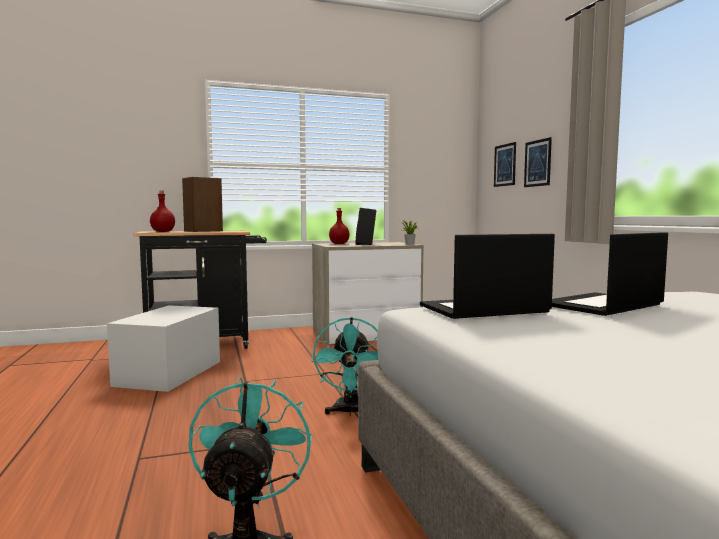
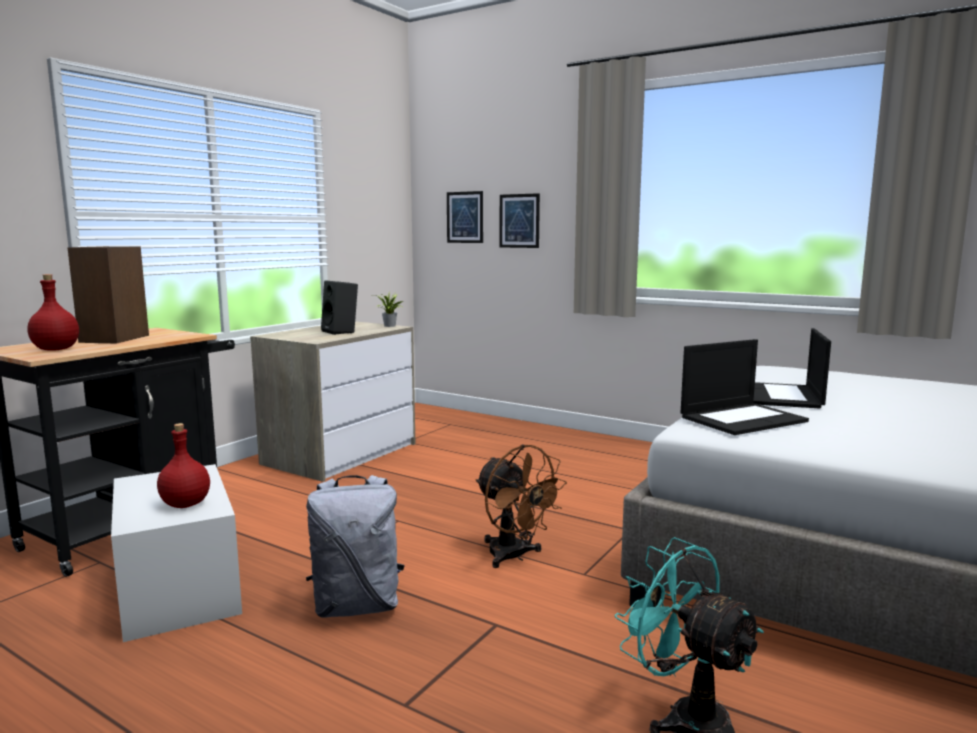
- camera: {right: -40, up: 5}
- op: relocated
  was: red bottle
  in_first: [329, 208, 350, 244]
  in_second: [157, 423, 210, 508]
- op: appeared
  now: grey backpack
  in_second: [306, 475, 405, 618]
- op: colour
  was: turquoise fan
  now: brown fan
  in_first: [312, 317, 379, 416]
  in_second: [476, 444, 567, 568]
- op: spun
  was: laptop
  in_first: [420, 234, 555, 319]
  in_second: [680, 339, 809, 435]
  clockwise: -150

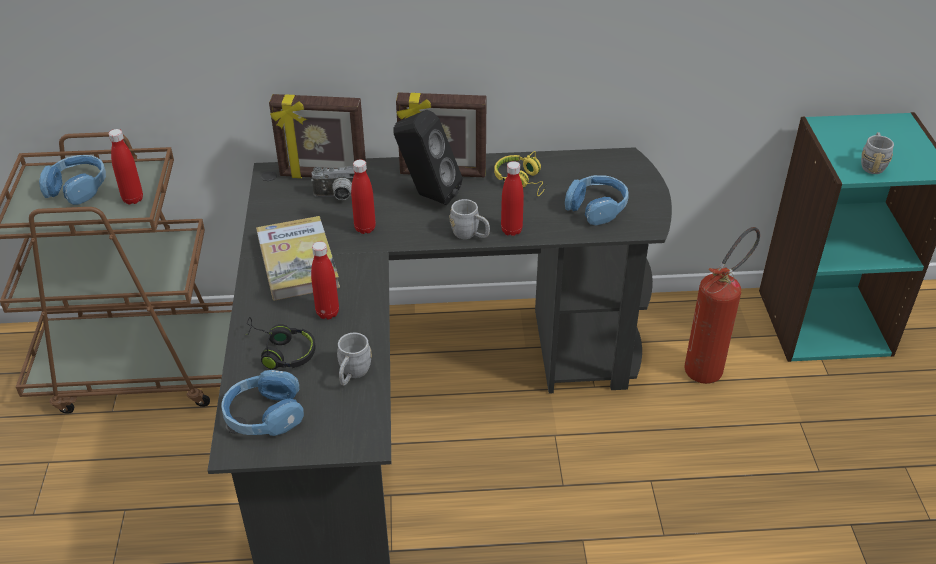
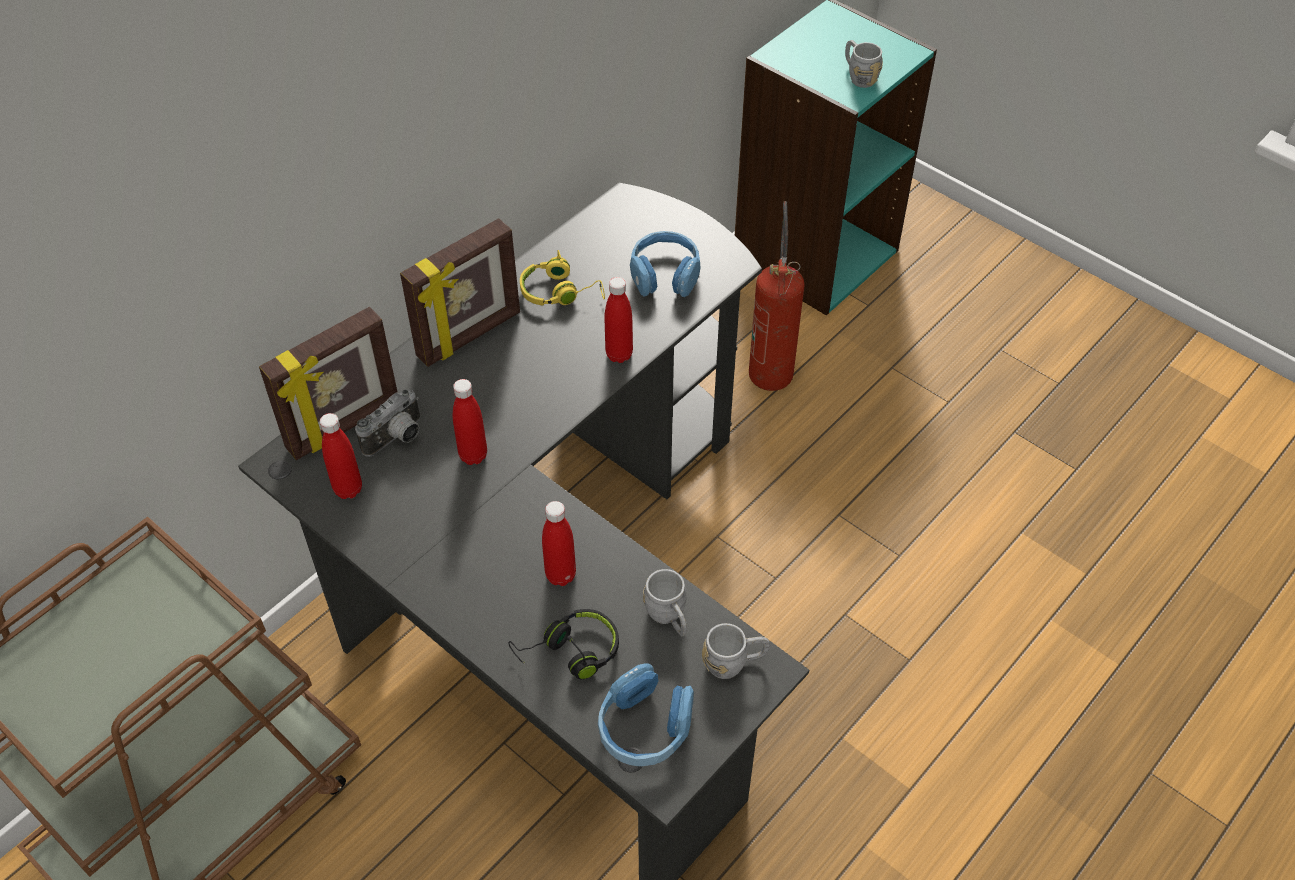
- camera: {right: -45, up: 10}
- op: relocated
  was: red bottle
  in_first: [109, 129, 143, 204]
  in_second: [320, 413, 362, 499]
- op: relocated
  was: grey mug
  in_first: [450, 199, 490, 239]
  in_second: [702, 623, 770, 679]
- op: missing
  was: blue headphones
  in_first: [39, 155, 106, 205]
- op: missing
  was: book
  in_first: [256, 216, 340, 301]
- op: missing
  was: black speaker
  in_first: [393, 110, 462, 205]

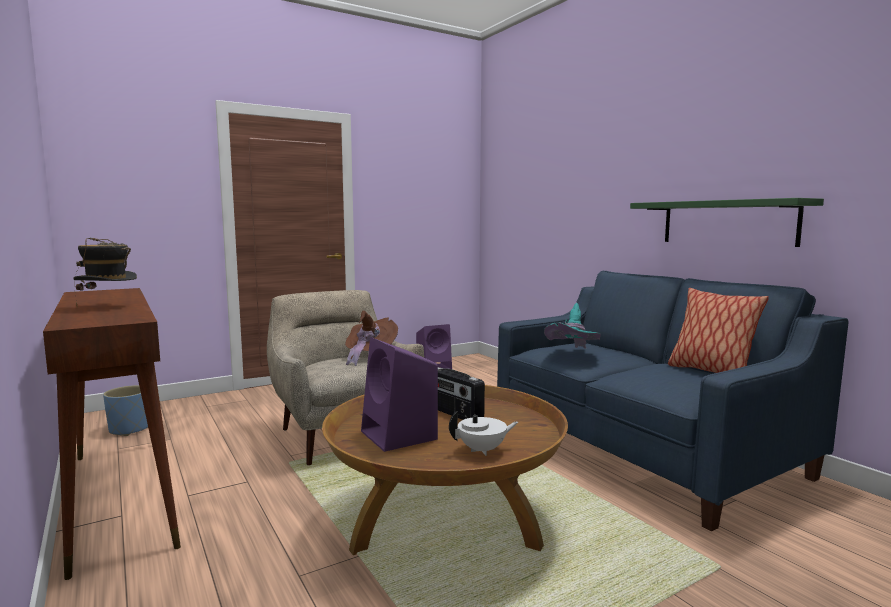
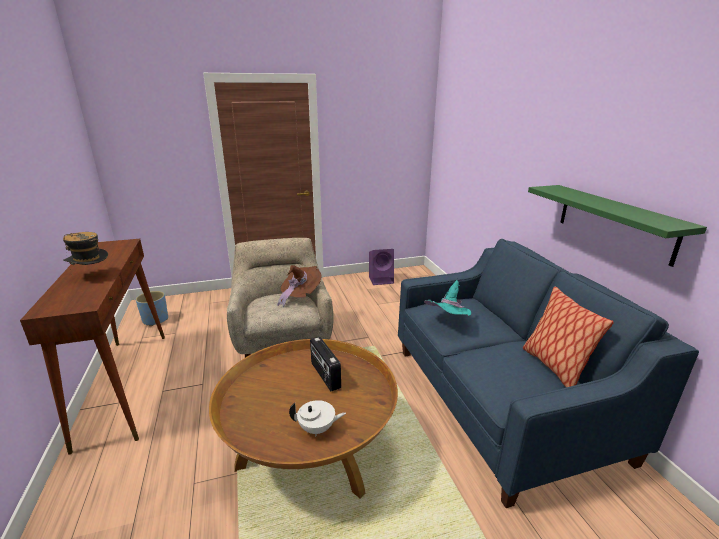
- camera: {right: 15, up: 15}
- op: missing
  was: purple speaker
  in_first: [361, 337, 438, 452]

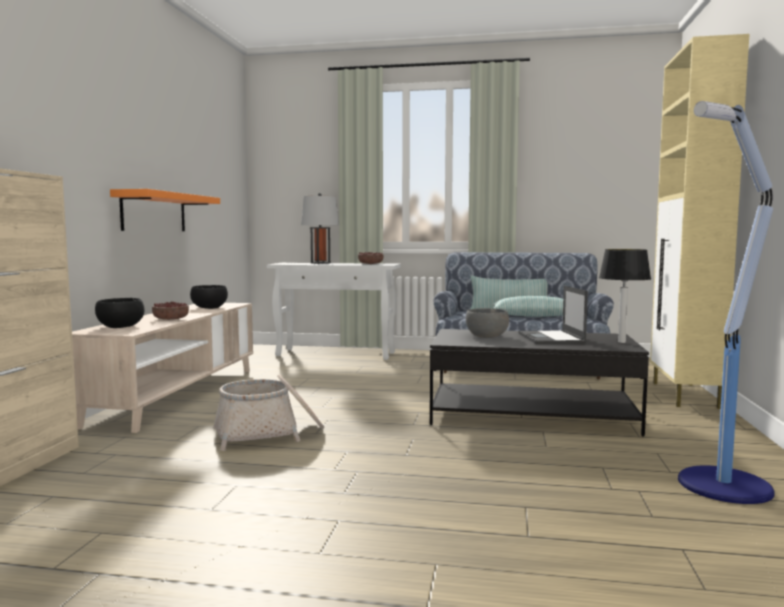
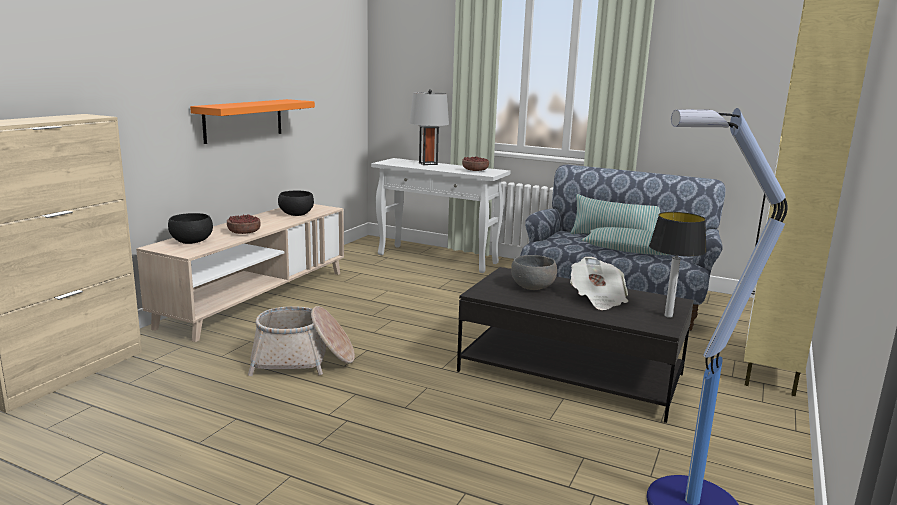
- camera: {right: 15, up: 10}
- op: exchanged
  was: laptop
  now: newspaper
  in_first: [518, 285, 588, 344]
  in_second: [571, 257, 628, 310]

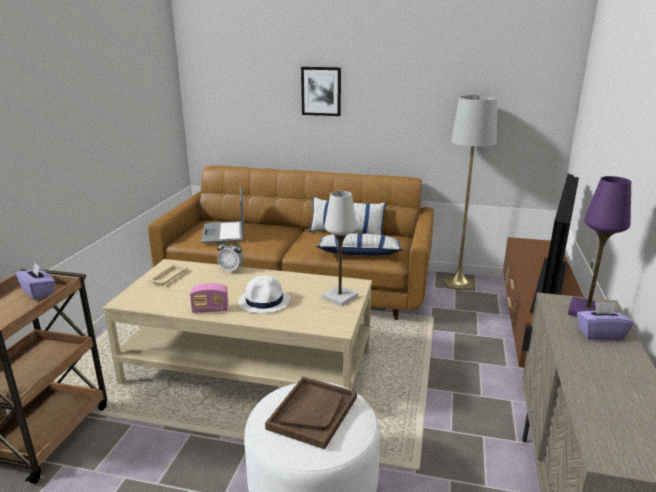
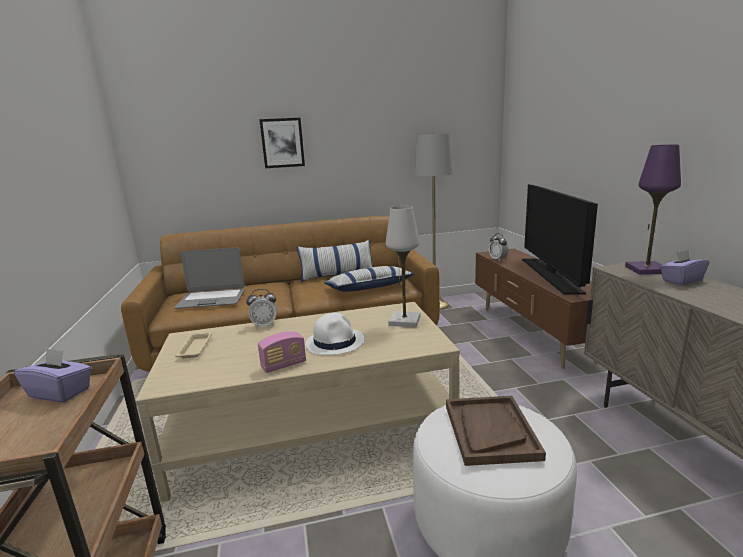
- camera: {right: -25, up: -5}
- op: spun
  was: laptop
  in_first: [201, 185, 244, 244]
  in_second: [174, 248, 245, 309]
  clockwise: -60
- op: appeared
  now: alarm clock
  in_second: [489, 233, 508, 261]

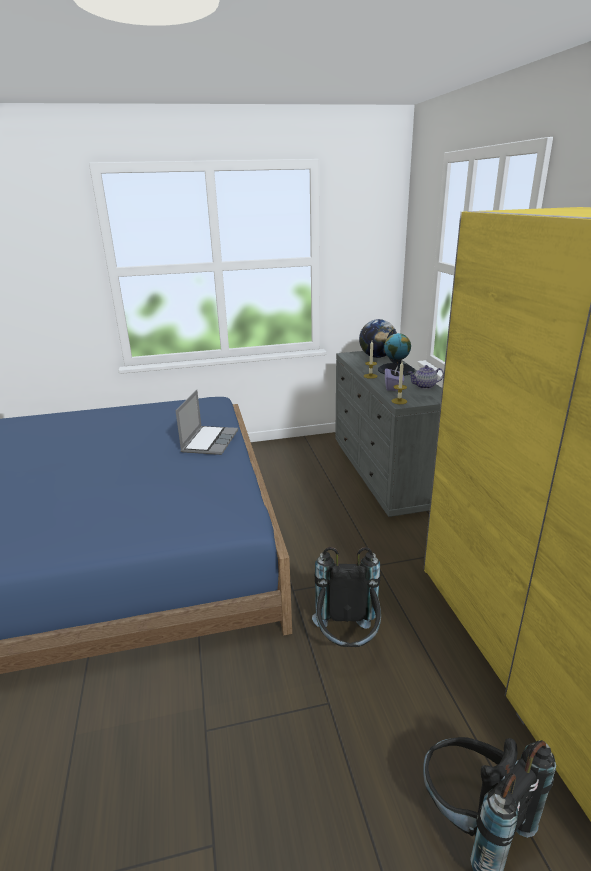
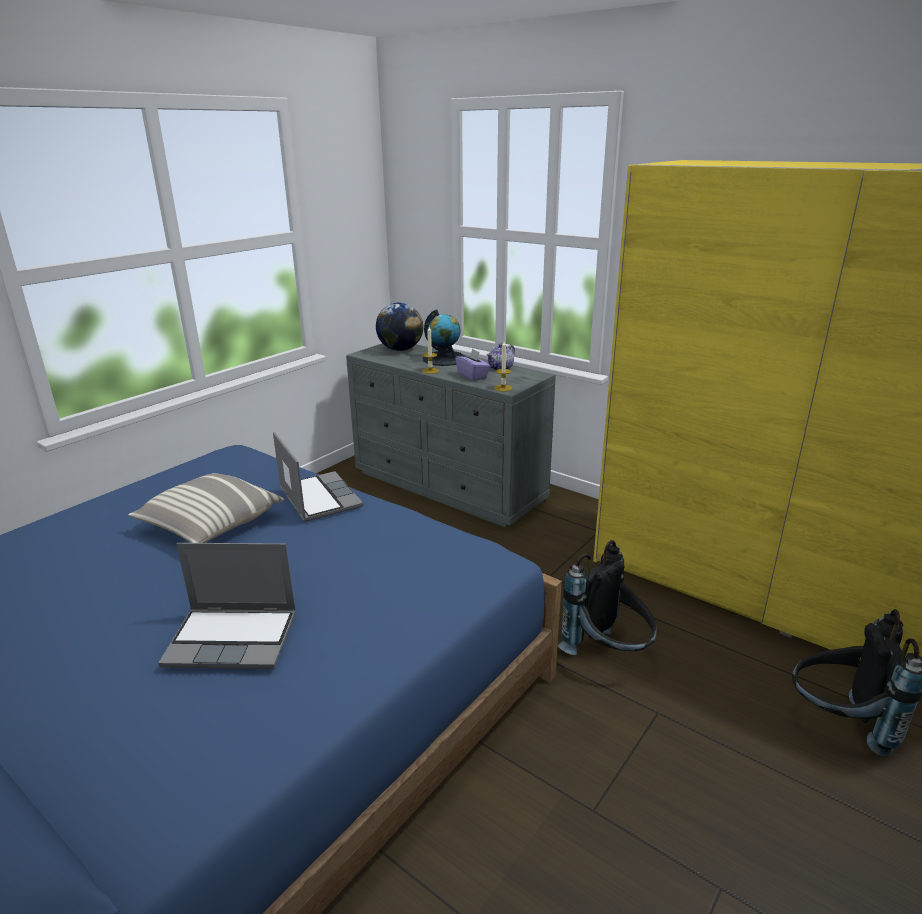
- camera: {right: -40, up: 0}
- op: appeared
  now: pillow
  in_second: [128, 473, 284, 543]
- op: appeared
  now: laptop
  in_second: [158, 543, 296, 669]

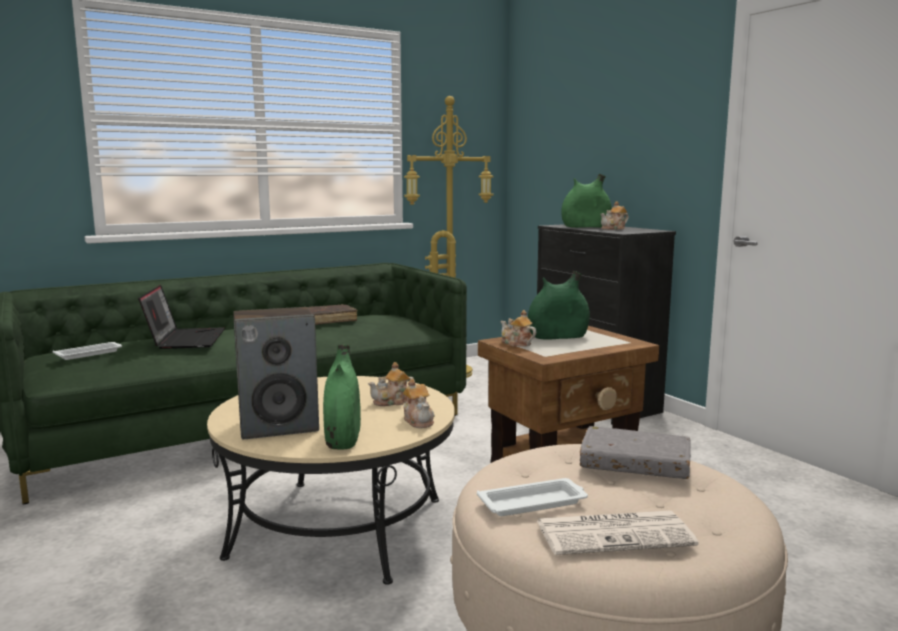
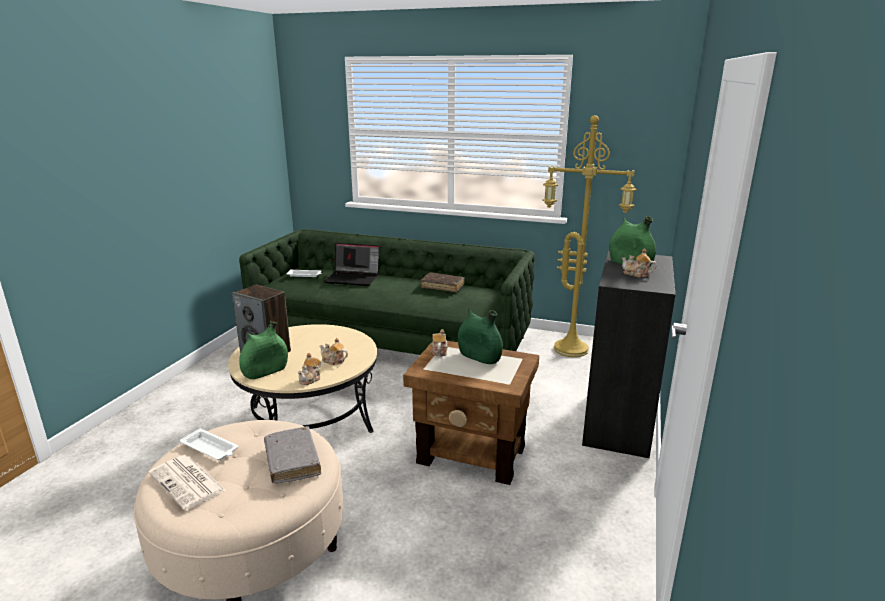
- camera: {right: 50, up: 10}
- op: spun
  was: laptop
  in_first: [138, 285, 225, 349]
  in_second: [324, 243, 380, 286]
  clockwise: 60

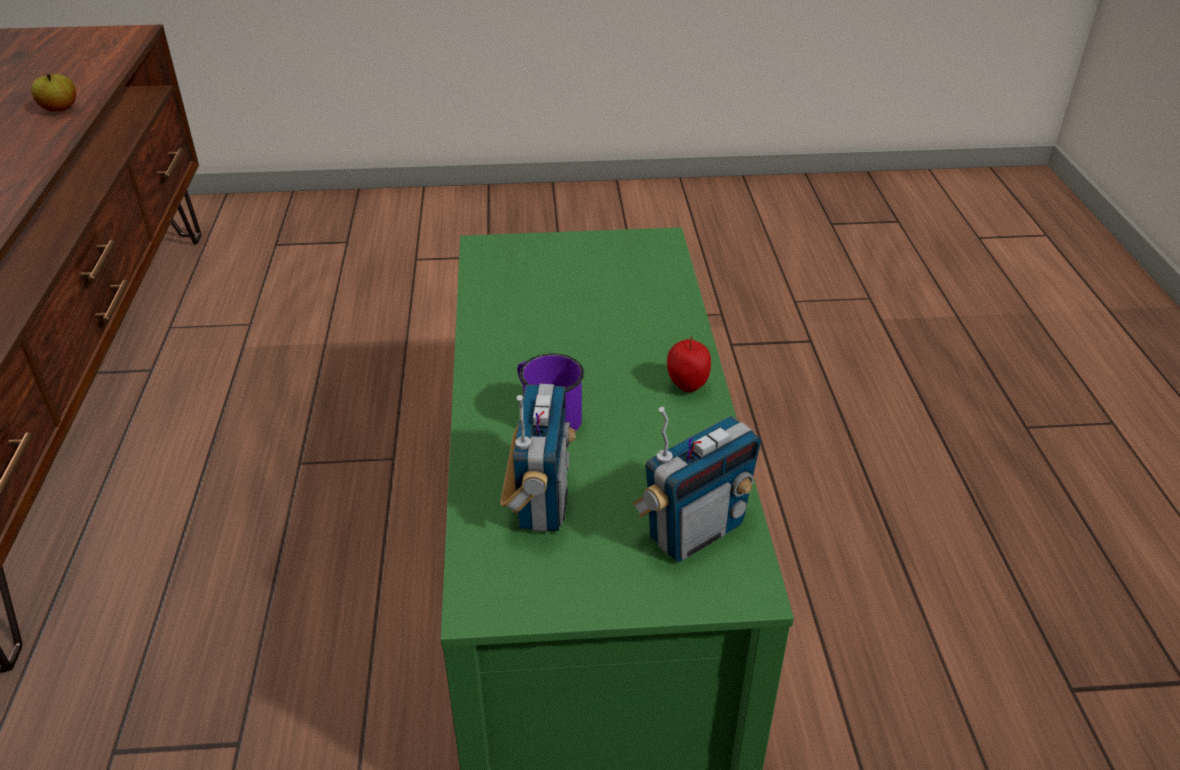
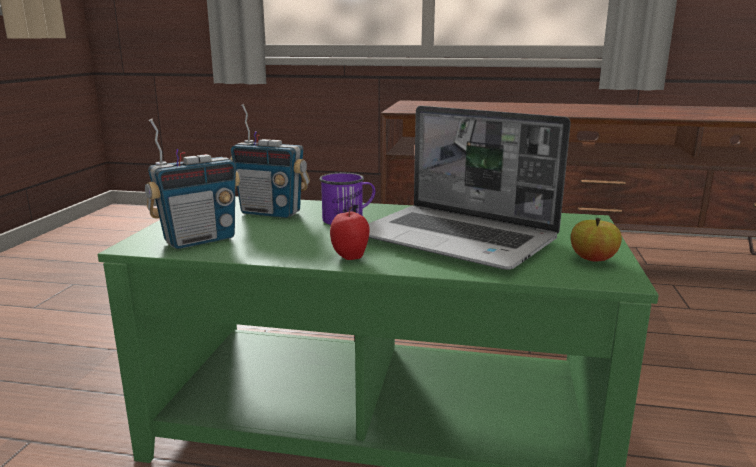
- camera: {right: 105, up: -20}
- op: spun
  was: radio
  in_first: [633, 407, 761, 562]
  in_second: [145, 119, 241, 249]
  clockwise: -105
- op: appeared
  now: laptop
  in_second: [368, 106, 571, 270]
- op: relocated
  was: apple
  in_first: [31, 74, 76, 112]
  in_second: [571, 218, 622, 262]

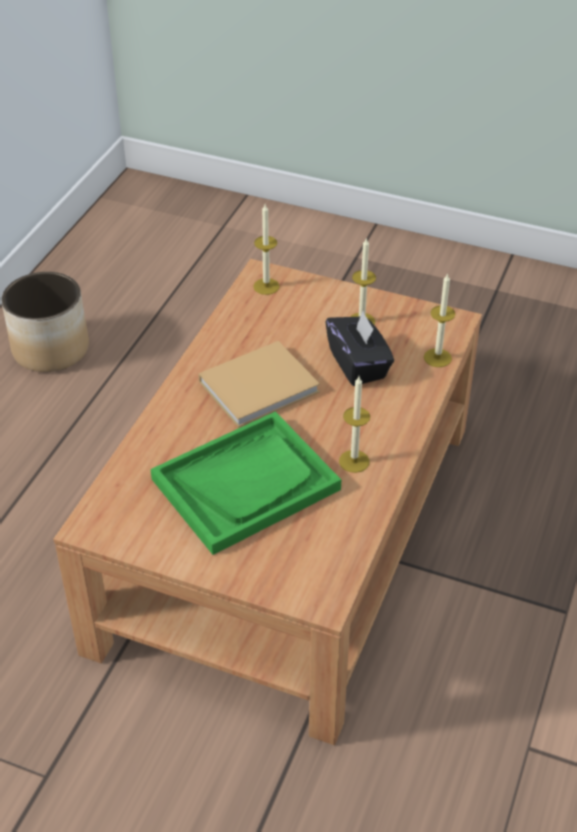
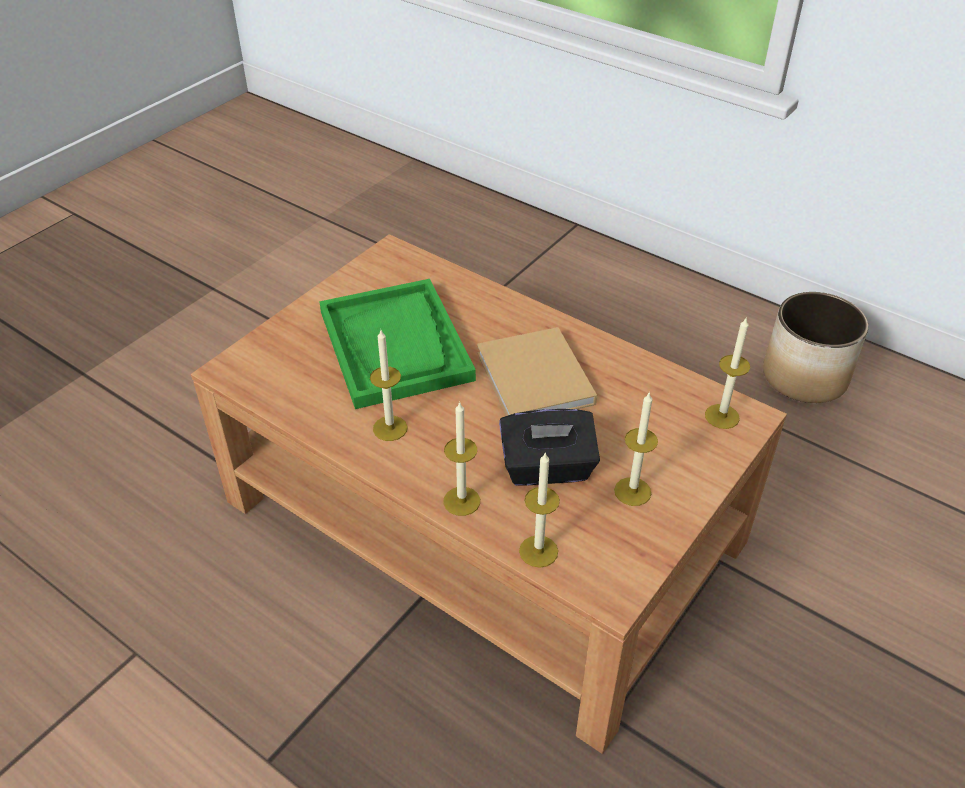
- camera: {right: 105, up: 0}
- op: appeared
  now: candle
  in_second: [443, 402, 480, 516]

